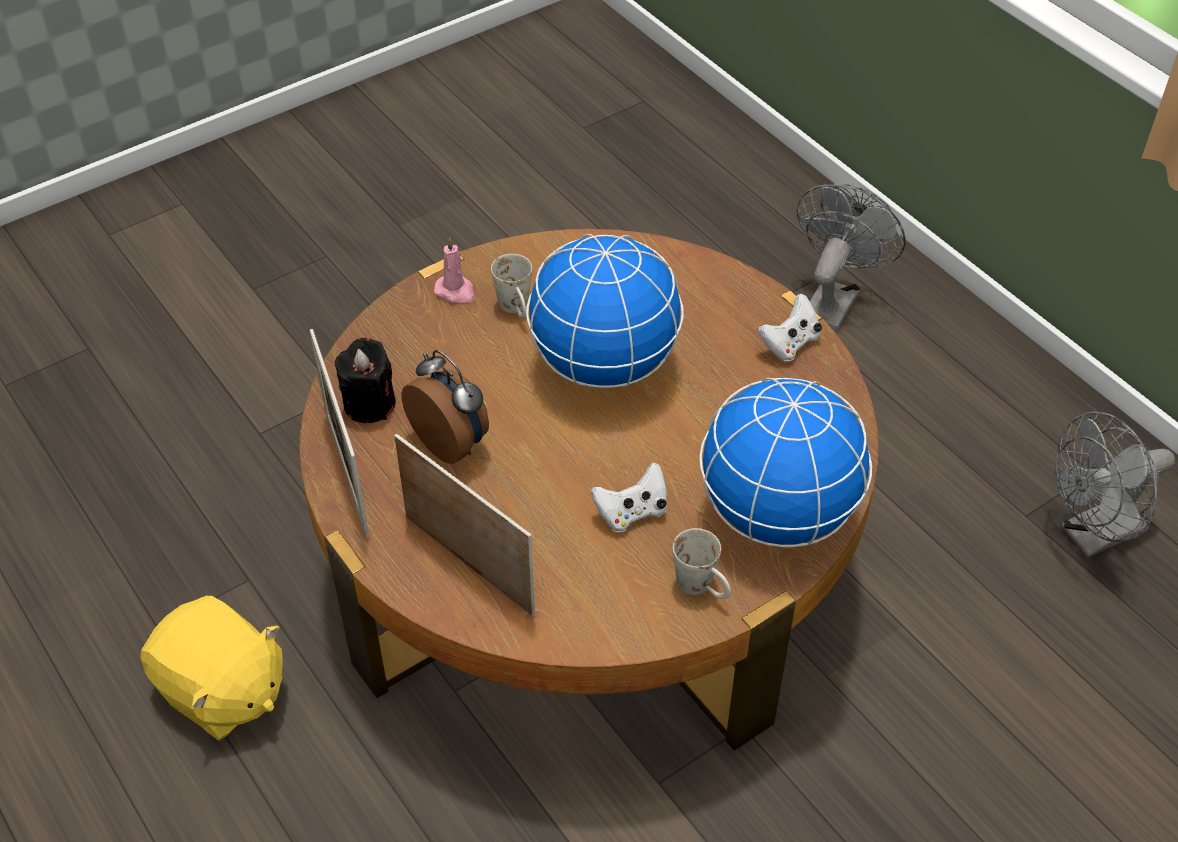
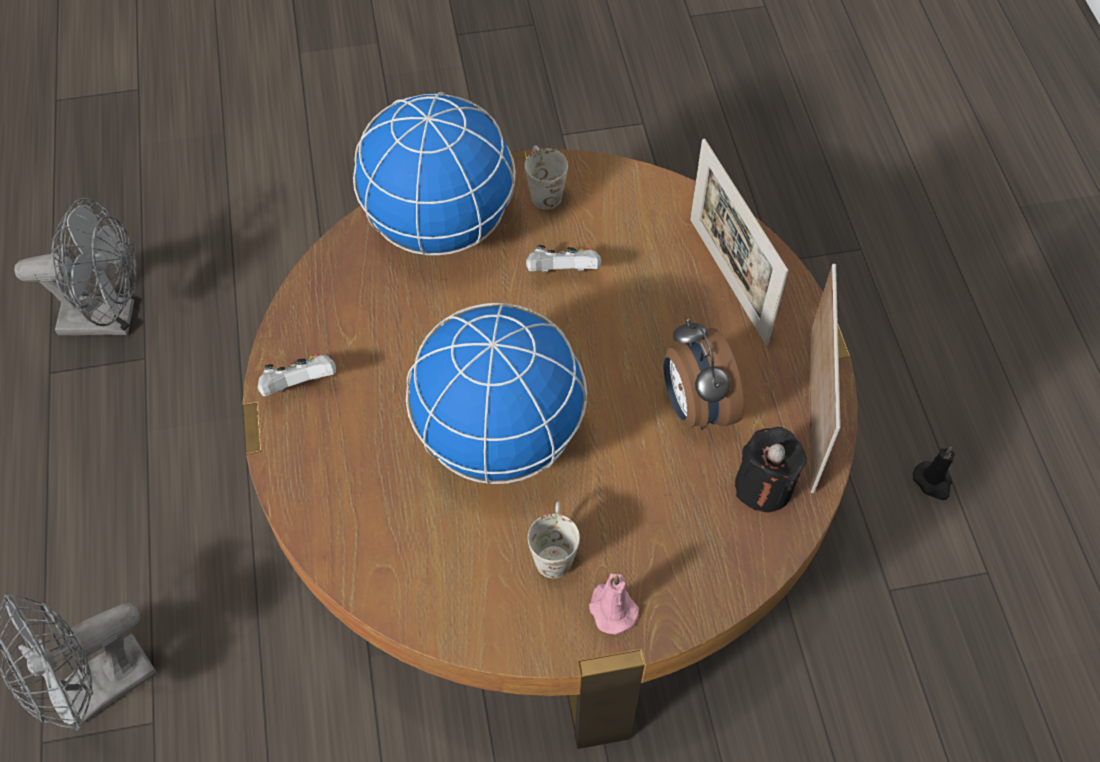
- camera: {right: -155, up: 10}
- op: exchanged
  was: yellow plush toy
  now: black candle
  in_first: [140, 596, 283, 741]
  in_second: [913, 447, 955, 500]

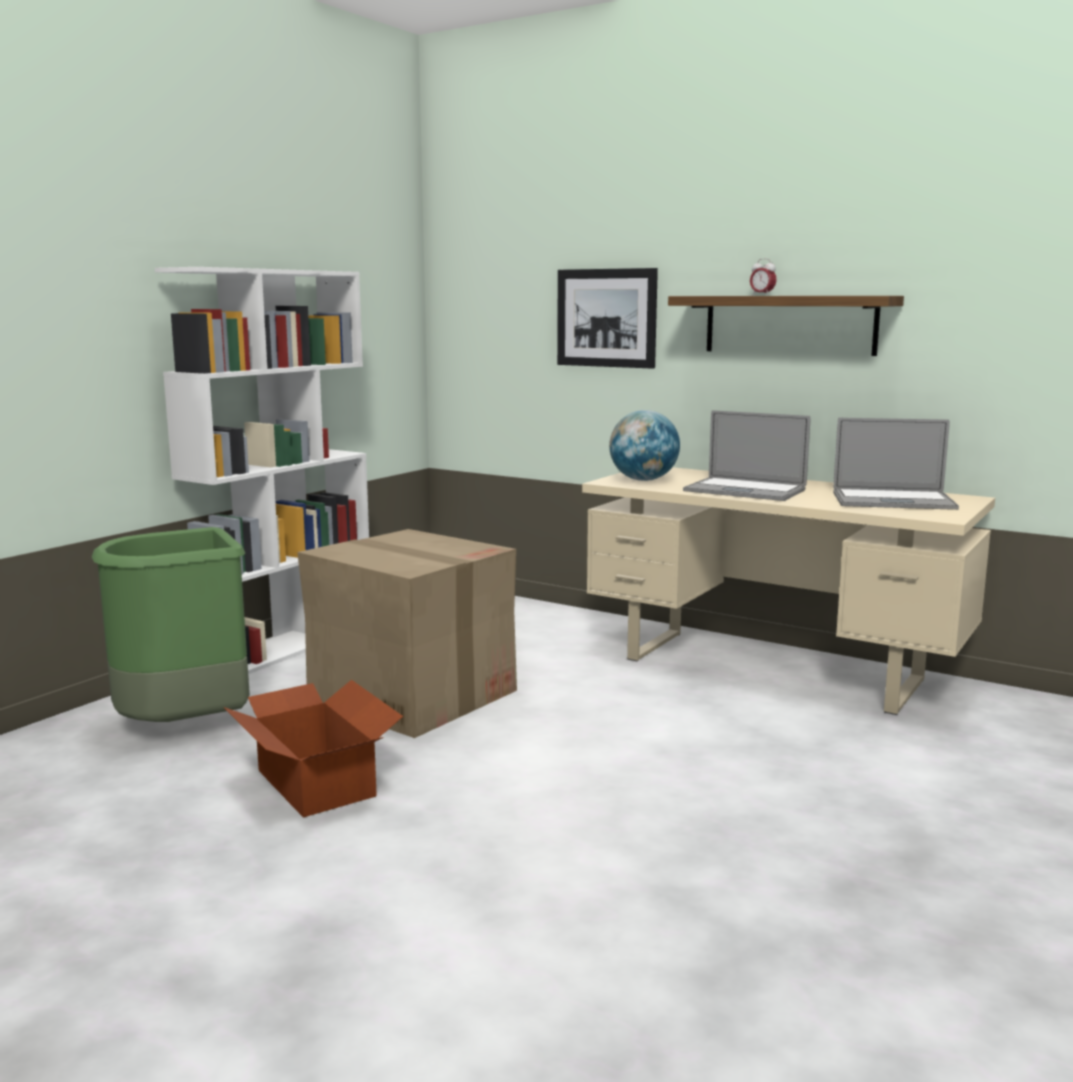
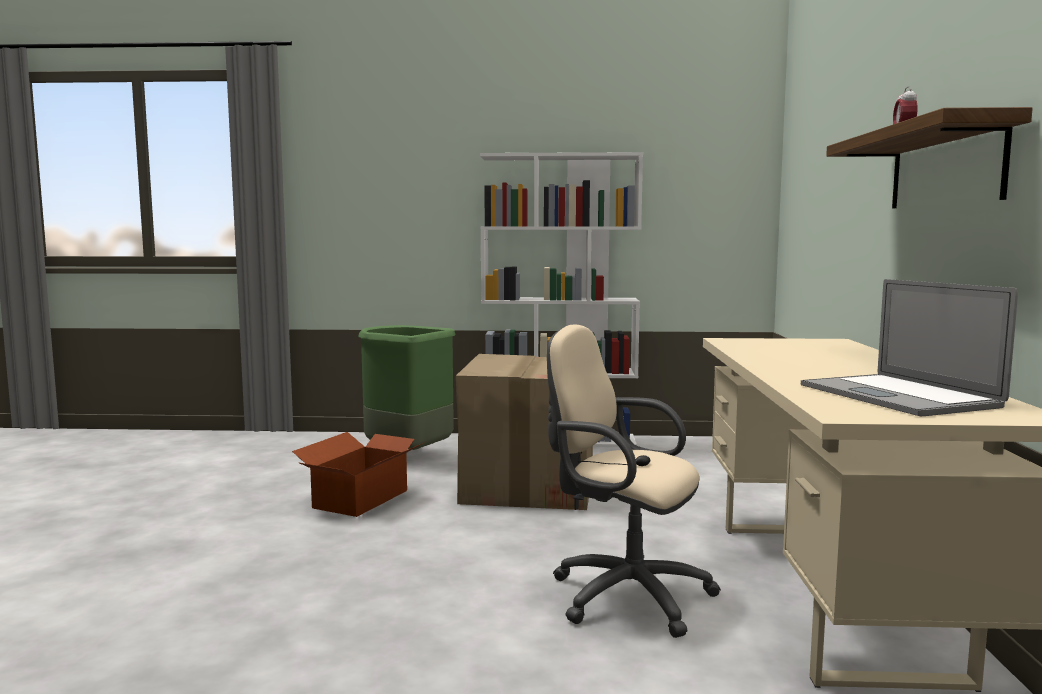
- camera: {right: 60, up: -5}
- op: appeared
  now: beige office chair
  in_second: [547, 324, 721, 638]
- op: missing
  was: picture
  in_first: [557, 268, 658, 369]
- op: missing
  was: globe
  in_first: [609, 410, 680, 481]
- op: missing
  was: laptop
  in_first: [683, 410, 810, 501]

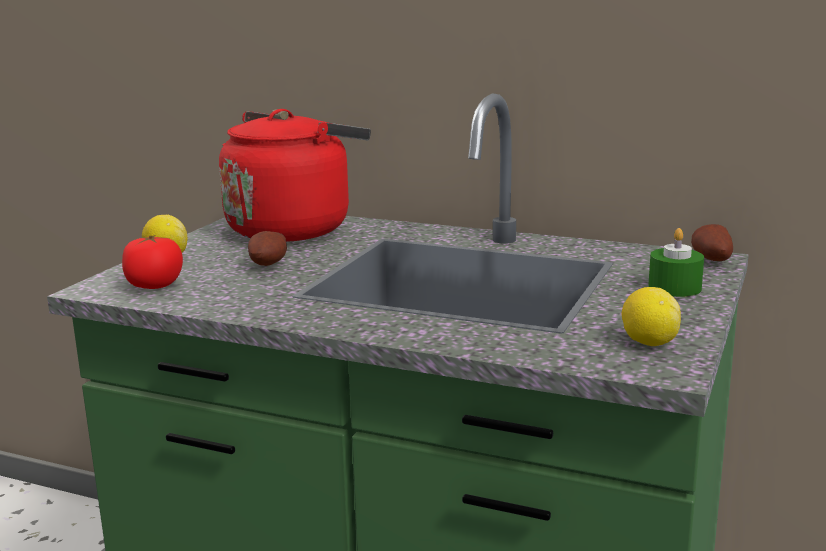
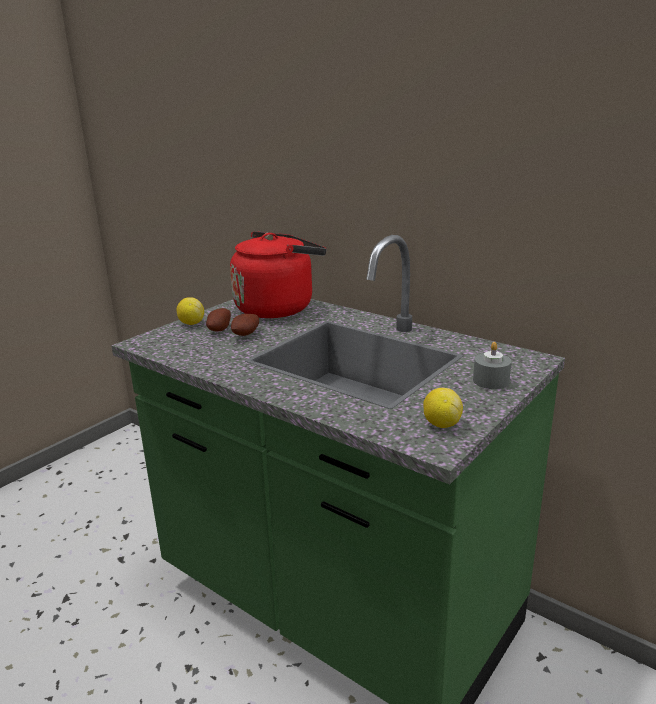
- camera: {right: 15, up: 5}
- op: relocated
  was: potato
  in_first: [691, 224, 733, 261]
  in_second: [206, 308, 231, 331]
- op: colour
  was: green candle
  now: grey candle
  in_first: [648, 228, 704, 297]
  in_second: [473, 342, 512, 389]
- op: missing
  was: tomato
  in_first: [122, 235, 183, 289]

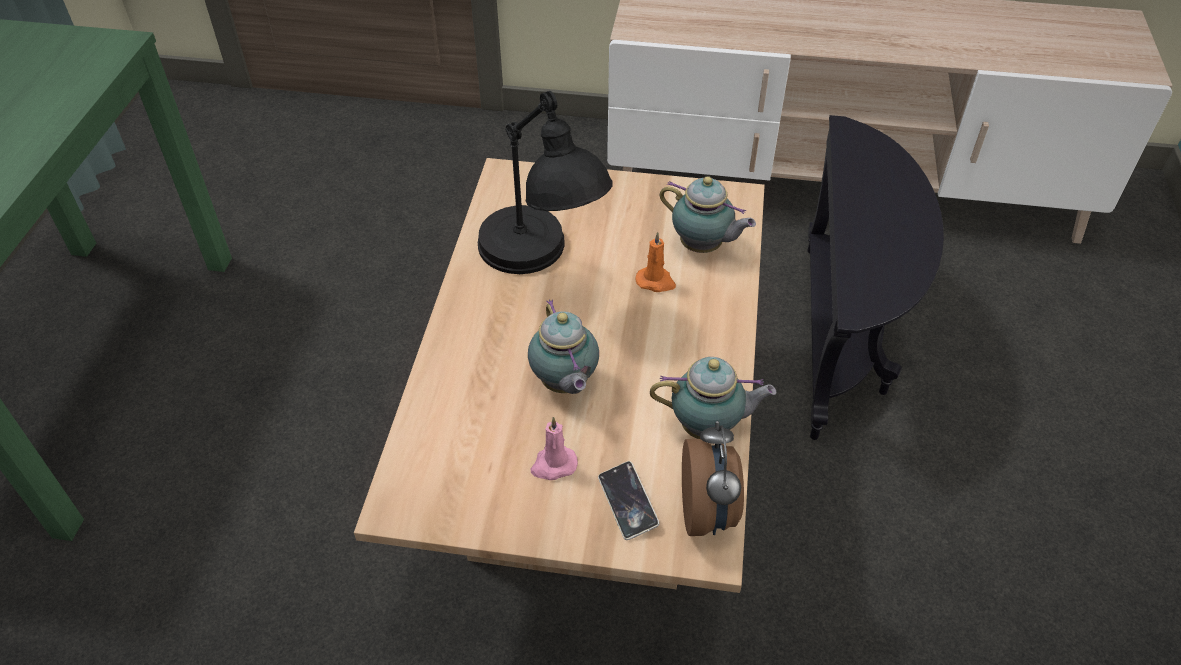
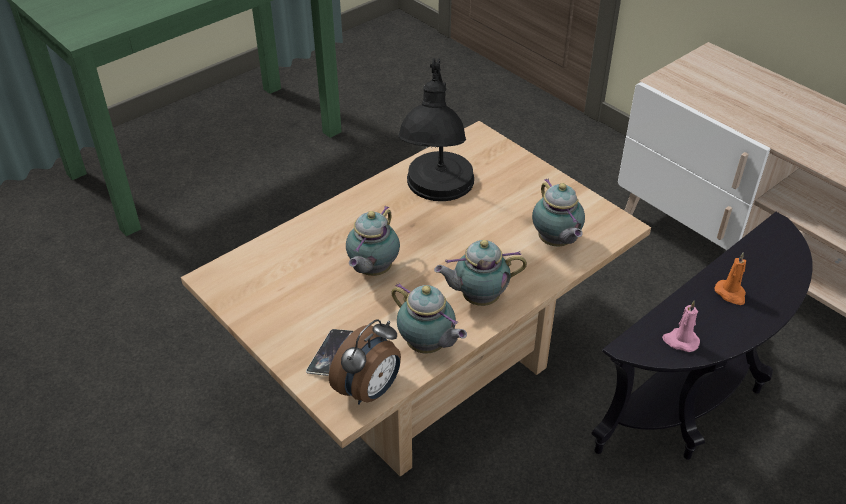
- camera: {right: 40, up: -5}
- op: appeared
  now: teapot
  in_second: [434, 240, 527, 306]
- op: relocated
  was: pink candle
  in_first: [531, 417, 578, 480]
  in_second: [662, 301, 700, 352]
- op: relocated
  was: orange candle
  in_first: [635, 232, 676, 292]
  in_second: [714, 252, 746, 305]

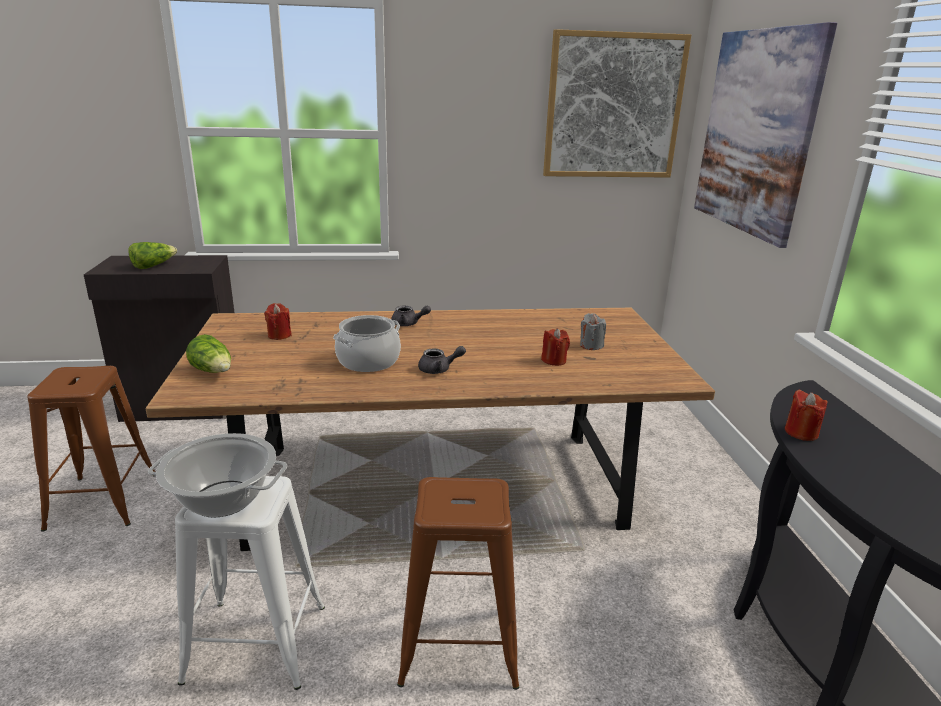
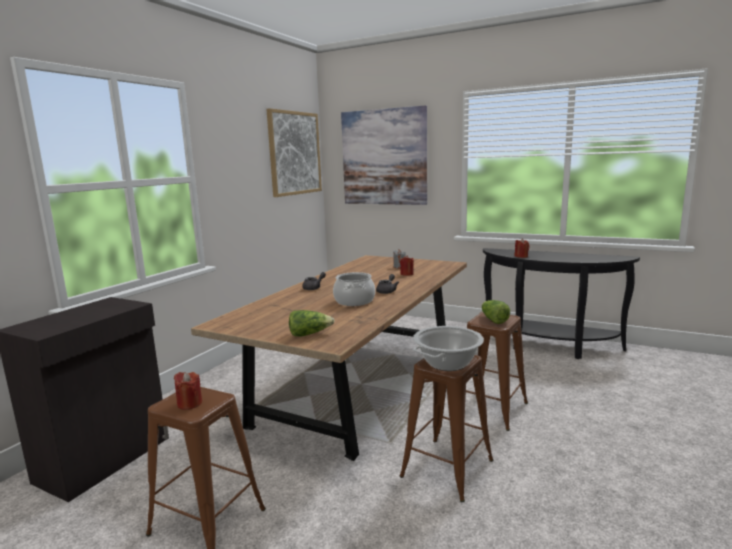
- camera: {right: -55, up: -10}
- op: relocated
  was: red candle
  in_first: [264, 303, 292, 340]
  in_second: [174, 372, 202, 410]
- op: colour
  was: white stool
  now: brown stool
  in_first: [175, 476, 325, 690]
  in_second: [399, 355, 493, 502]
- op: relocated
  was: lettuce
  in_first: [128, 242, 177, 269]
  in_second: [482, 300, 510, 324]

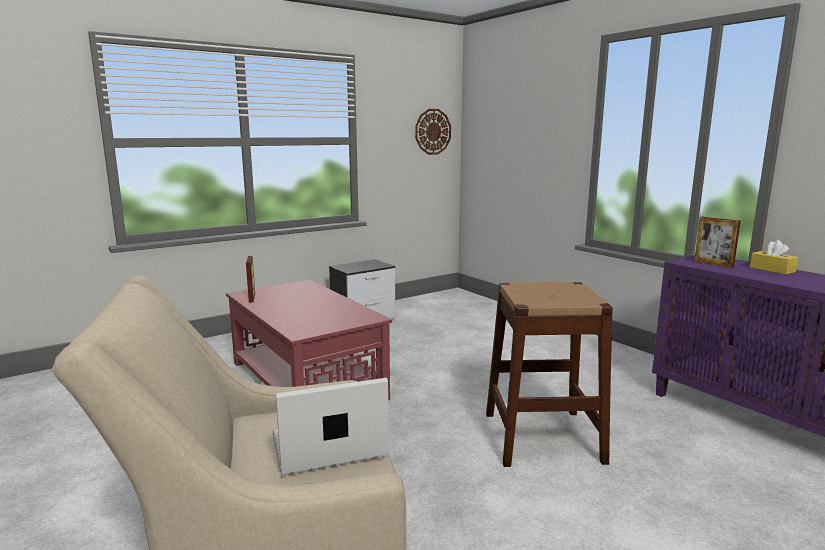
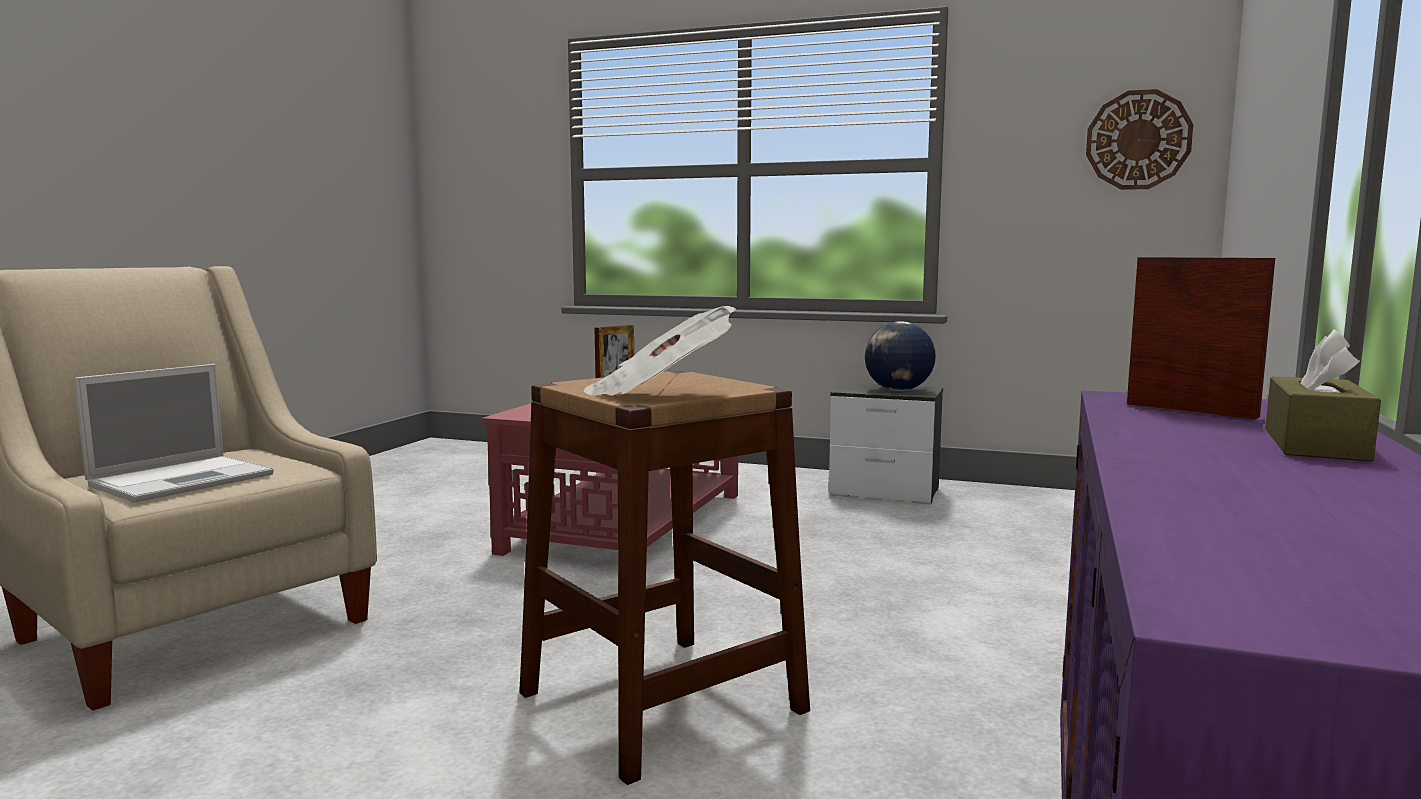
- camera: {right: 55, up: -5}
- op: spun
  was: laptop
  in_first: [273, 378, 389, 476]
  in_second: [74, 364, 273, 503]
  clockwise: 90
- op: appeared
  now: newspaper
  in_second: [583, 306, 736, 396]
- op: appeared
  now: globe
  in_second: [865, 321, 936, 391]
- op: spun
  was: picture frame
  in_first: [694, 217, 741, 268]
  in_second: [1127, 257, 1275, 419]
  clockwise: 120
- op: colour
  was: yellow tissue box
  now: brown tissue box
  in_first: [750, 240, 799, 274]
  in_second: [1265, 330, 1381, 462]

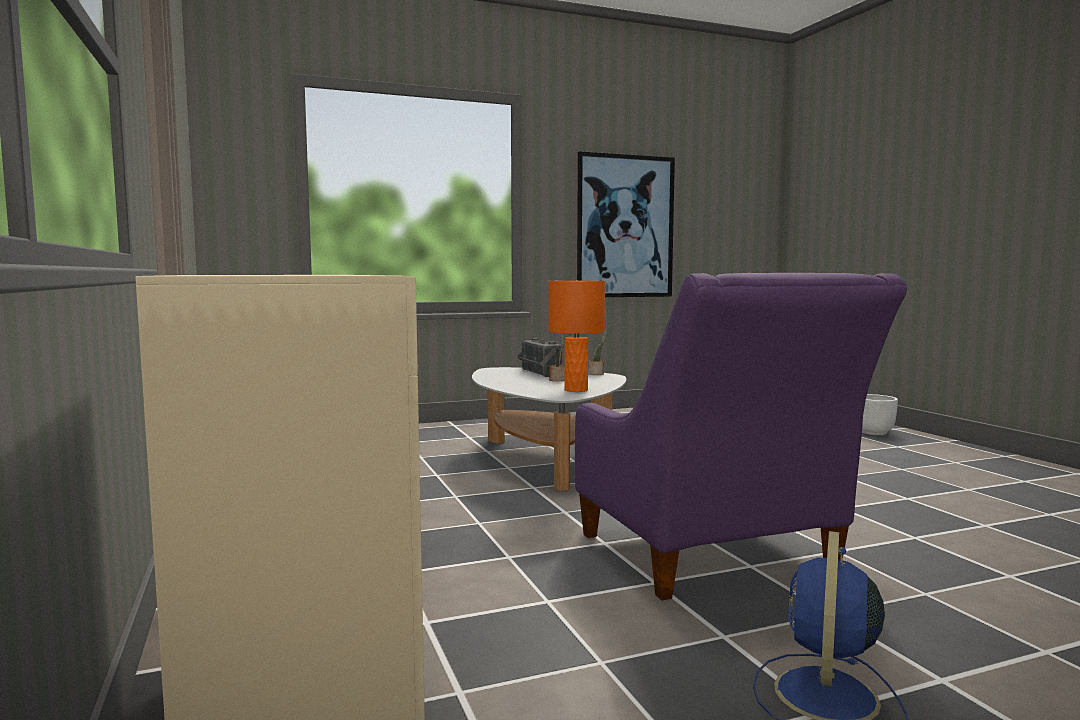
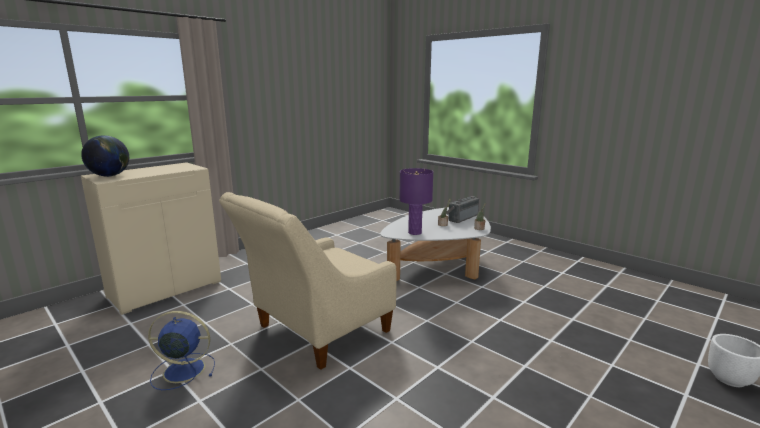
- camera: {right: 65, up: 10}
- op: appeared
  now: globe
  in_second: [81, 135, 129, 177]
- op: colour
  was: purple armchair
  now: beige armchair
  in_first: [575, 273, 907, 600]
  in_second: [219, 192, 396, 370]
- op: colour
  was: orange table lamp
  now: purple table lamp
  in_first: [548, 281, 606, 392]
  in_second: [399, 168, 433, 235]
- op: missing
  was: picture
  in_first: [577, 151, 675, 297]

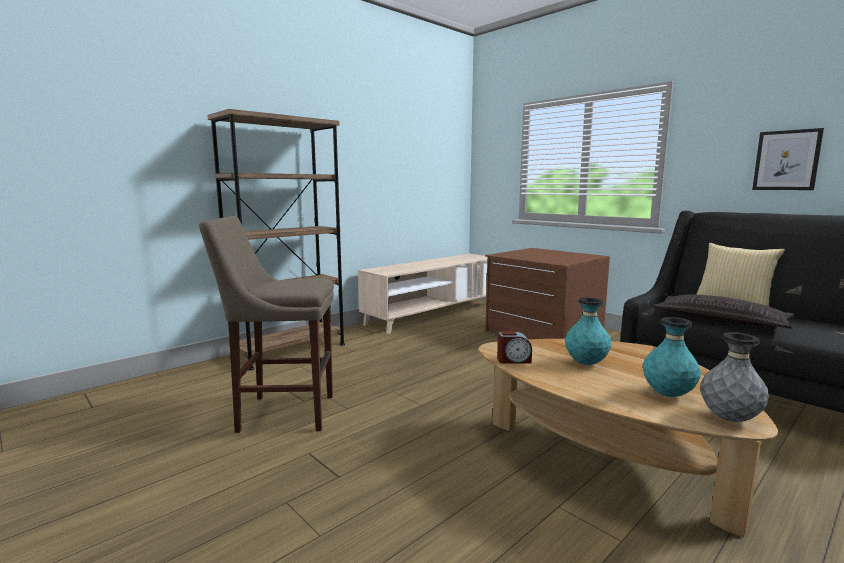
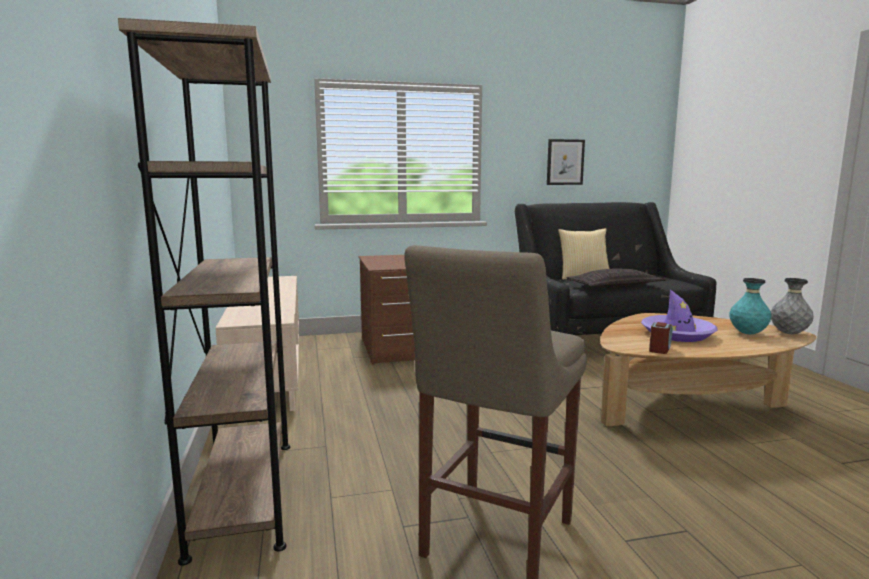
- camera: {right: -60, up: 0}
- op: exchanged
  was: turquoise vase
  now: purple hat
  in_first: [565, 297, 611, 365]
  in_second: [641, 290, 718, 342]

